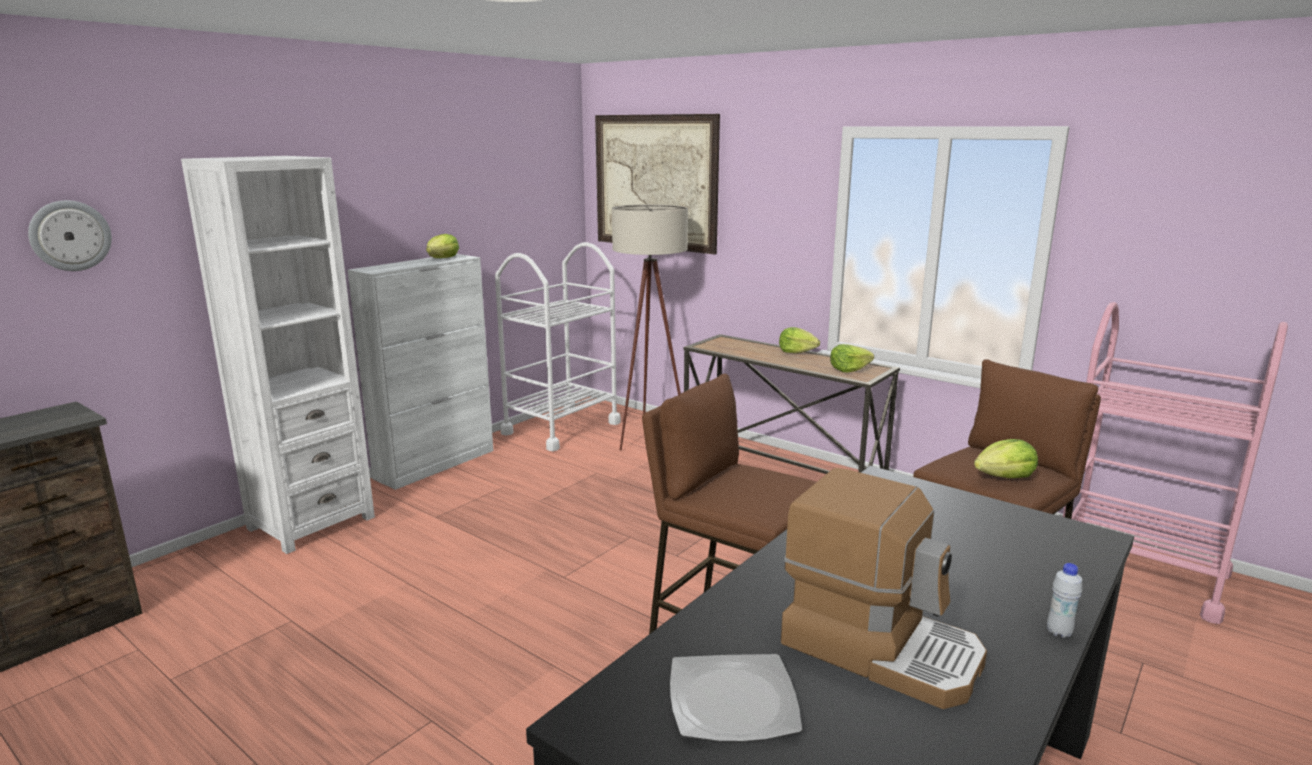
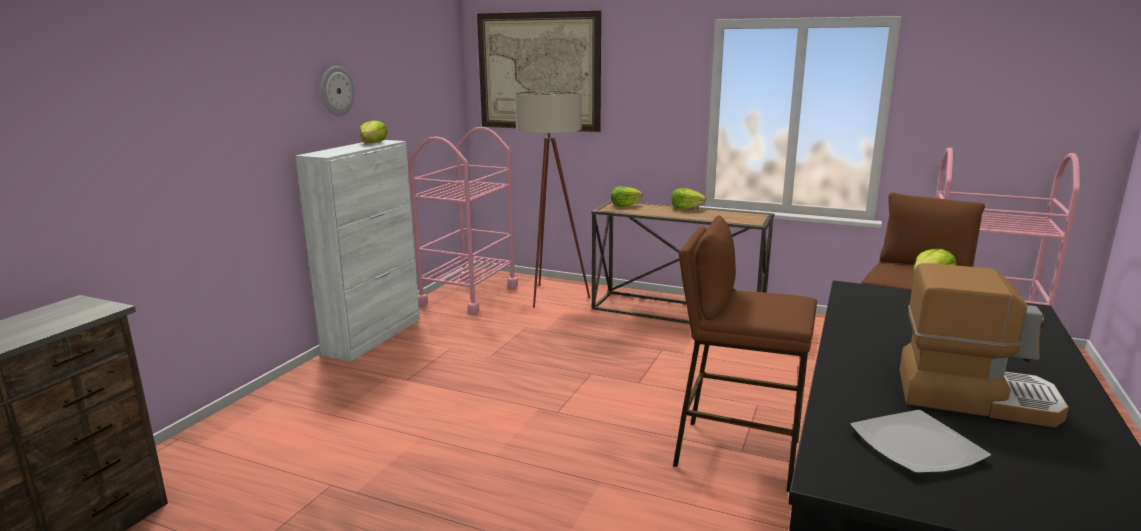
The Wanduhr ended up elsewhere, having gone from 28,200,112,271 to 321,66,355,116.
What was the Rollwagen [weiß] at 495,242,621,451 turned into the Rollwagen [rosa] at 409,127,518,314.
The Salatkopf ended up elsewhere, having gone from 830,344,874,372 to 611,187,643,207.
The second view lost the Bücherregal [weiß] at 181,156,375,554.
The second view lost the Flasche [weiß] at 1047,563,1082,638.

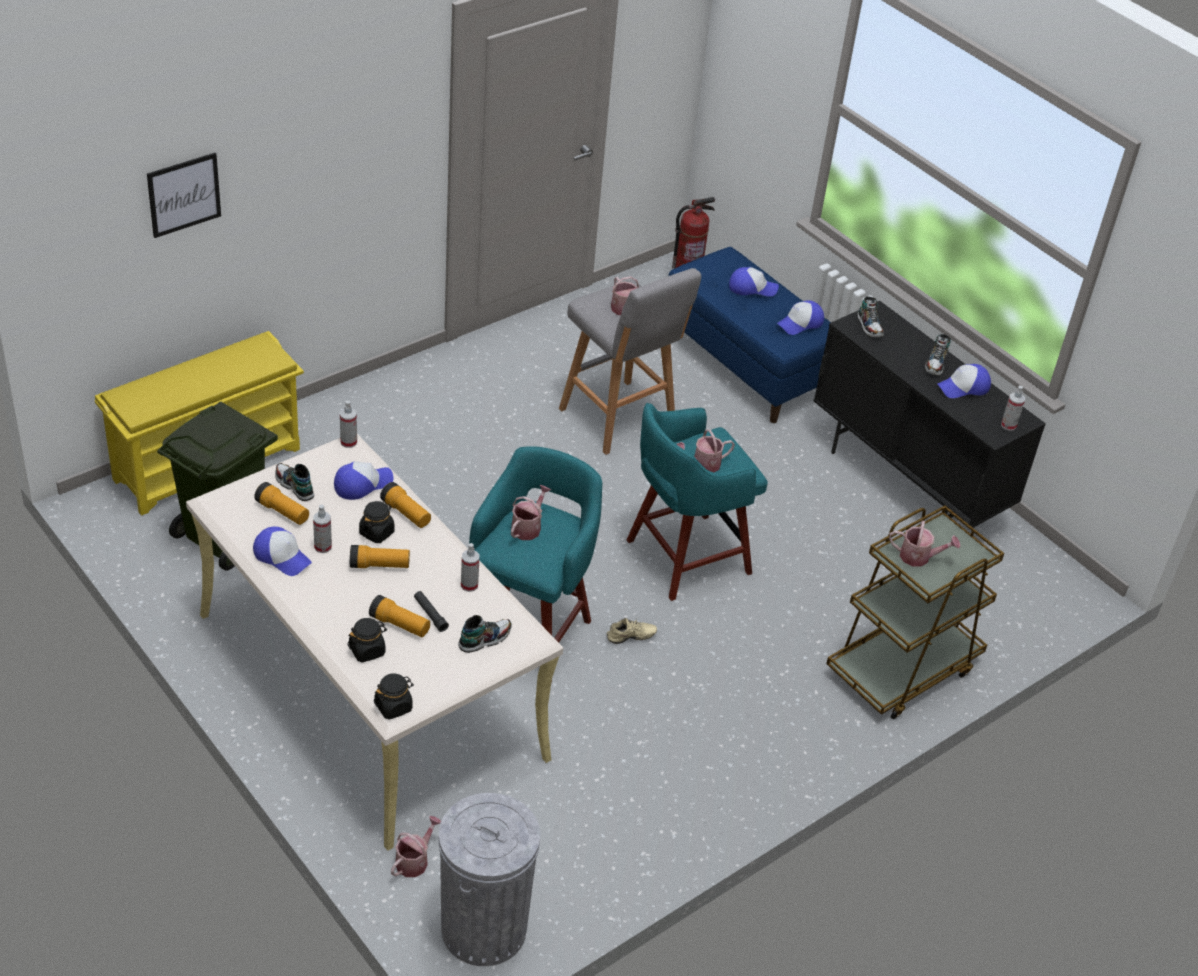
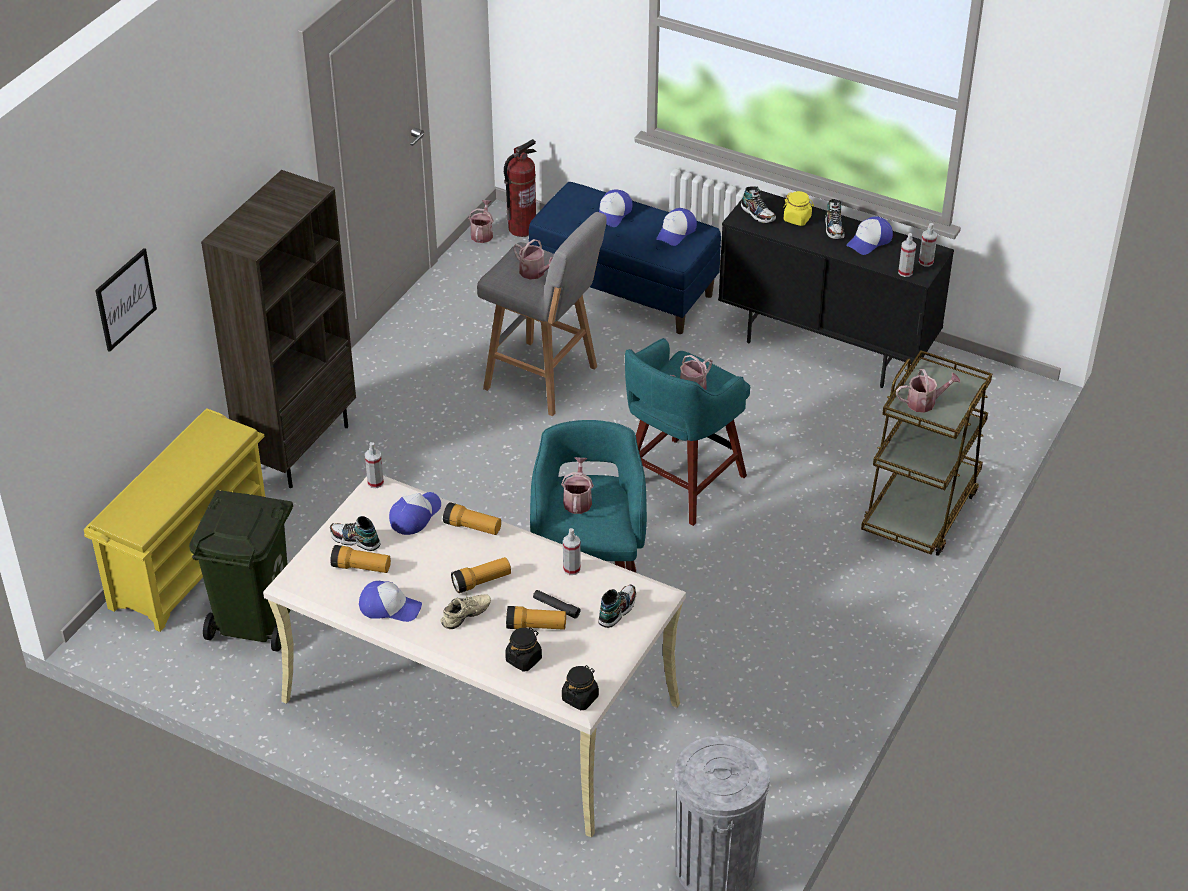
The second view gained the Bücherregal [braun] at 201,170,356,488.
The Schuh [beige] ended up elsewhere, having gone from 607,618,657,644 to 441,593,491,629.
The Gießkanne ended up elsewhere, having gone from 391,816,441,877 to 469,200,494,243.
The Kappe at 729,267,779,297 ended up facing another way, 135 degrees clockwise from before.
The second view gained the Vorratsglas [gelb] at 783,191,814,226.
The Sprühflasche ended up elsewhere, having gone from 313,505,332,553 to 898,233,916,277.
The second view lost the Vorratsglas [schwarz] at 359,501,394,543.

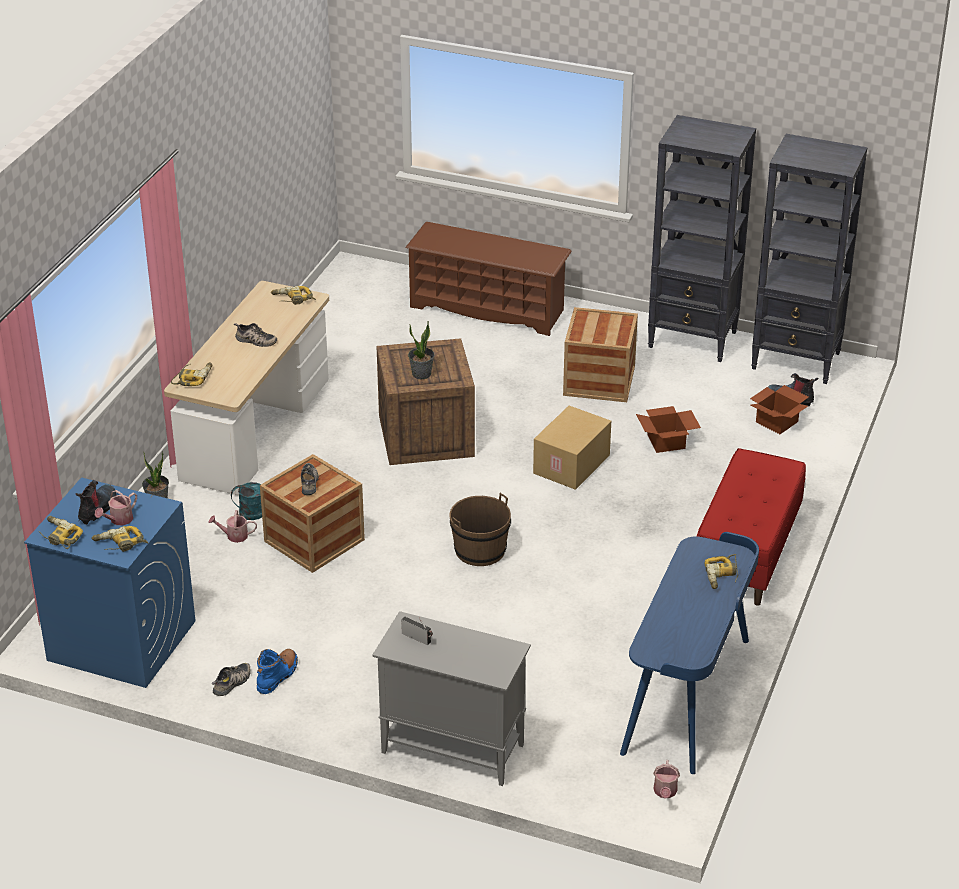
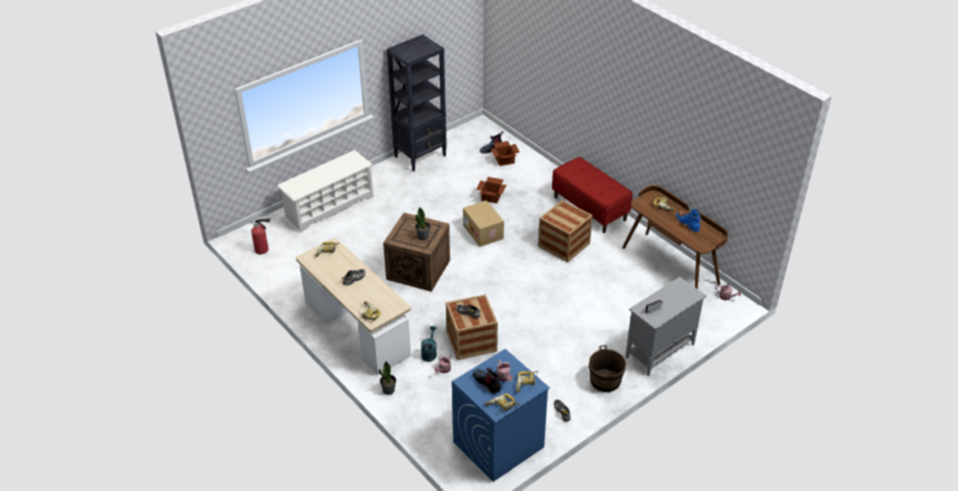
The second view gained the Feuerlöscher at 248,218,271,254.
What was the Schuhregal [braun] at 405,222,572,336 turned into the Schuhregal [weiß] at 277,150,374,233.
The Kiste ended up elsewhere, having gone from 563,307,638,402 to 538,200,593,263.
The Eimer [braun] ended up elsewhere, having gone from 450,493,511,566 to 589,345,626,392.
What was the Schreibtisch [blau] at 620,532,759,774 turned into the Schreibtisch [braun] at 622,185,728,289.
The Stiefel [blau] ended up elsewhere, having gone from 257,649,298,694 to 676,209,702,232.
The second view lost the Bücherregal [schwarz] at 751,134,867,384.

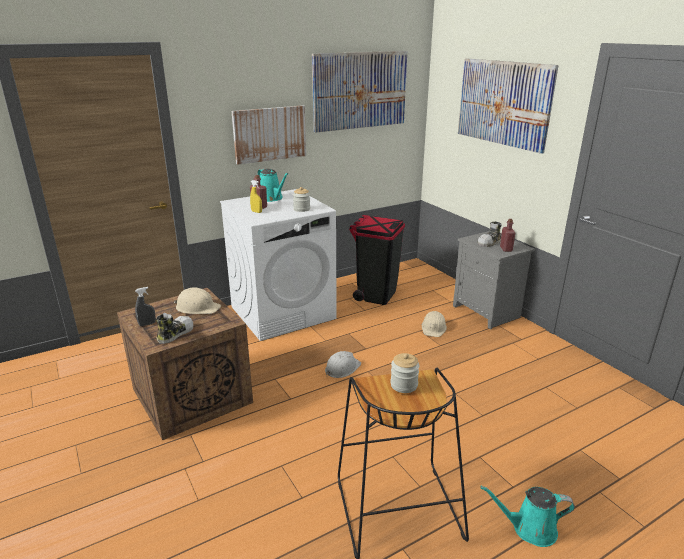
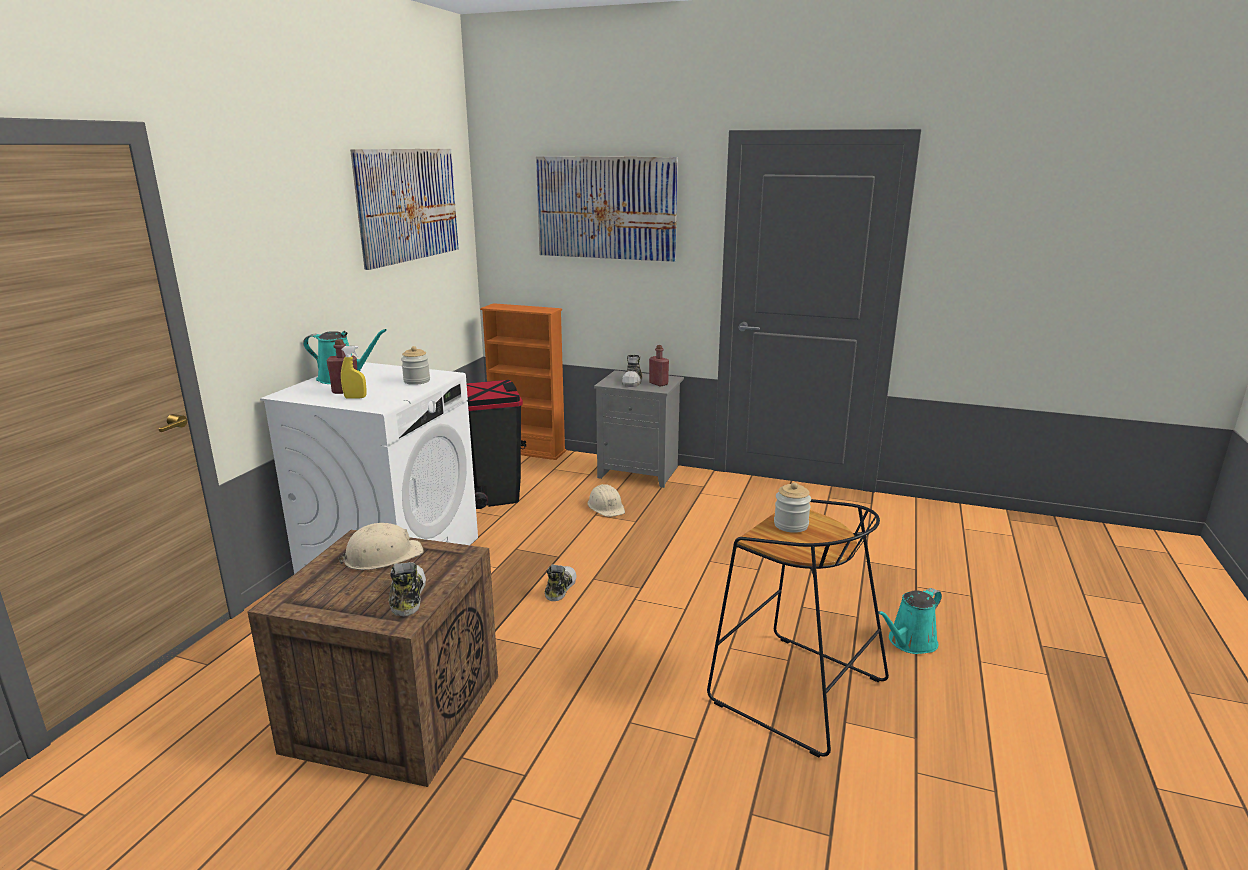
The second view gained the Bücherregal [orange] at 480,303,566,460.
Where the Schutzhelm [weiß] stood at 325,351,361,378, the Schuh came to stand at 545,564,577,601.
The second view lost the Sprühflasche [grau] at 135,287,156,326.
The second view lost the Bild at 232,105,306,165.

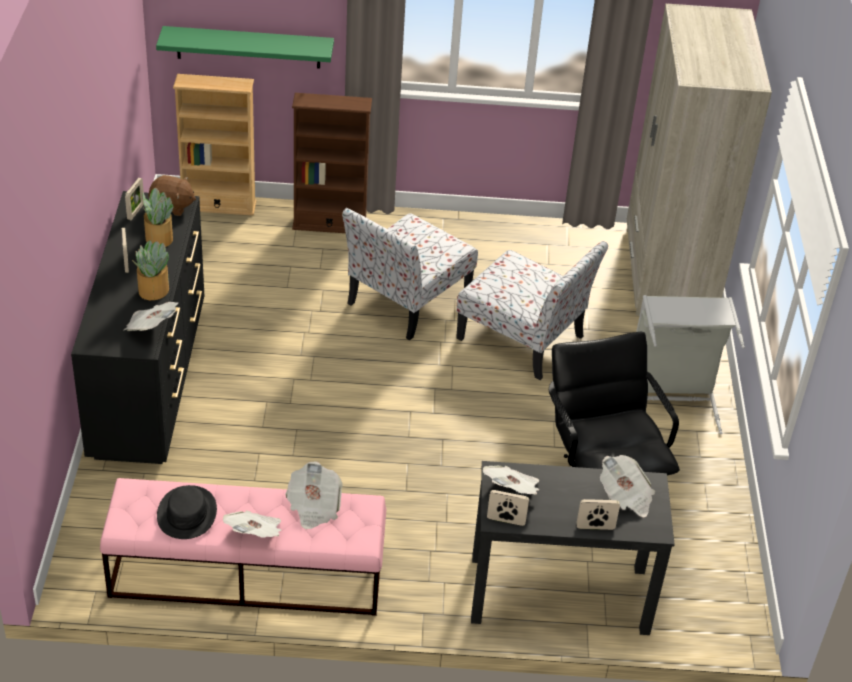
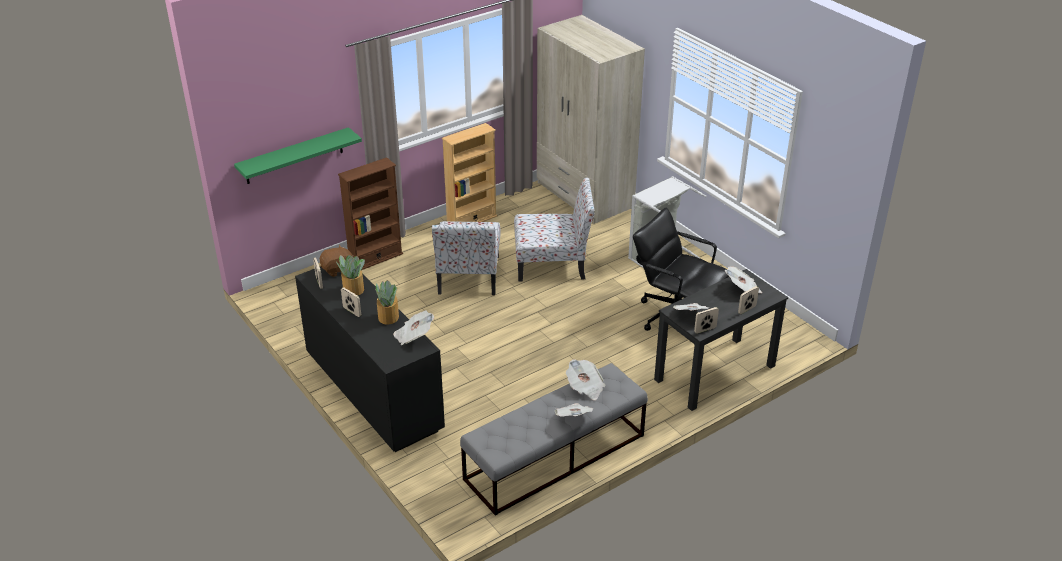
The Bücherregal [beige] ended up elsewhere, having gone from 173,74,257,216 to 442,123,497,222.
What was the Bank [rosa] at 100,478,386,616 turned into the Bank [grau] at 460,363,648,516.
The second view lost the Hut [schwarz] at 157,485,217,539.

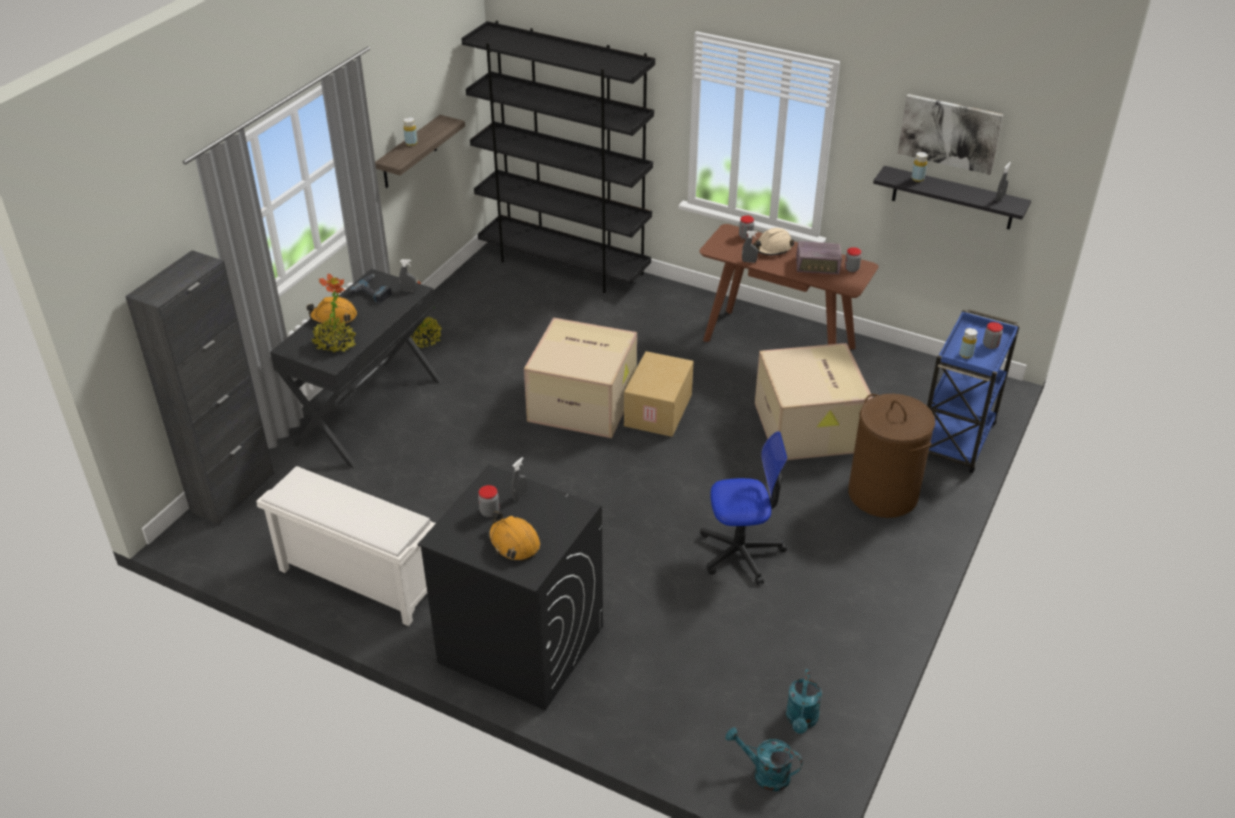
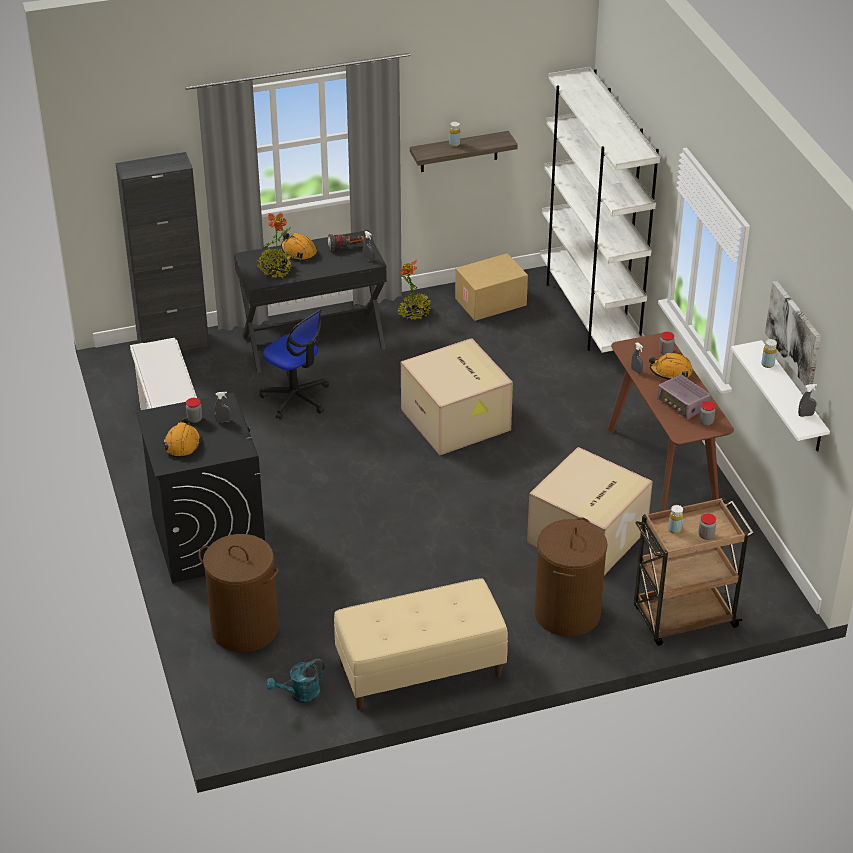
The second view gained the Wäschekorb [braun] at 199,534,279,652.
The Bürostuhl ended up elsewhere, having gone from 700,431,788,585 to 260,309,329,420.
Where the Bohrmaschine stood at 348,274,392,303, the Taschenlampe came to stand at 328,234,364,251.
The second view gained the Bank [beige] at 334,578,508,710.
The Karton ended up elsewhere, having gone from 624,351,694,437 to 455,253,528,321.
What was the Bücherregal [schwarz] at 461,21,655,293 turned into the Bücherregal [weiß] at 540,67,660,353.
What was the Rollwagen [blau] at 927,309,1020,473 turned into the Rollwagen [braun] at 634,497,754,646.
What was the Schutzhelm [beige] at 753,228,794,255 turned into the Schutzhelm [orange] at 649,353,693,380.
What was the Wandregal [schwarz] at 873,166,1031,230 turned into the Wandregal [weiß] at 731,340,830,452.
The second view lost the Gießkanne [türkis] at 725,727,803,791.

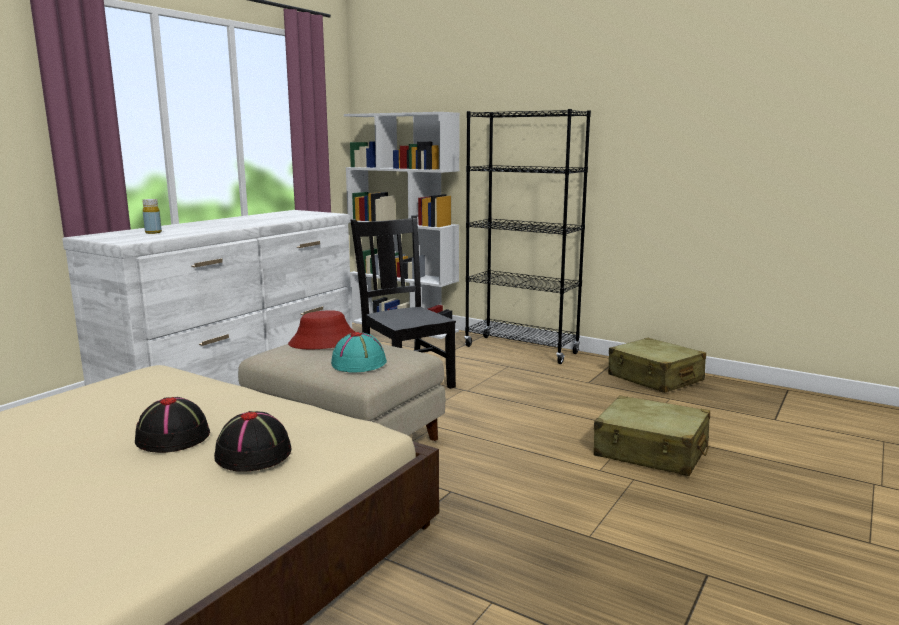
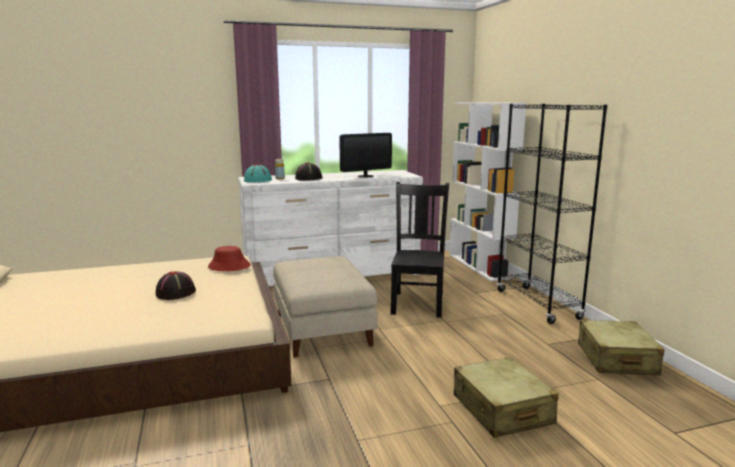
The Hut [rot] ended up elsewhere, having gone from 288,310,355,349 to 208,246,251,271.
The Hut [türkis] ended up elsewhere, having gone from 331,332,387,372 to 244,164,272,182.
The Hut [schwarz] ended up elsewhere, having gone from 214,411,291,472 to 295,163,323,181.
The second view gained the Monitor at 339,133,392,178.

